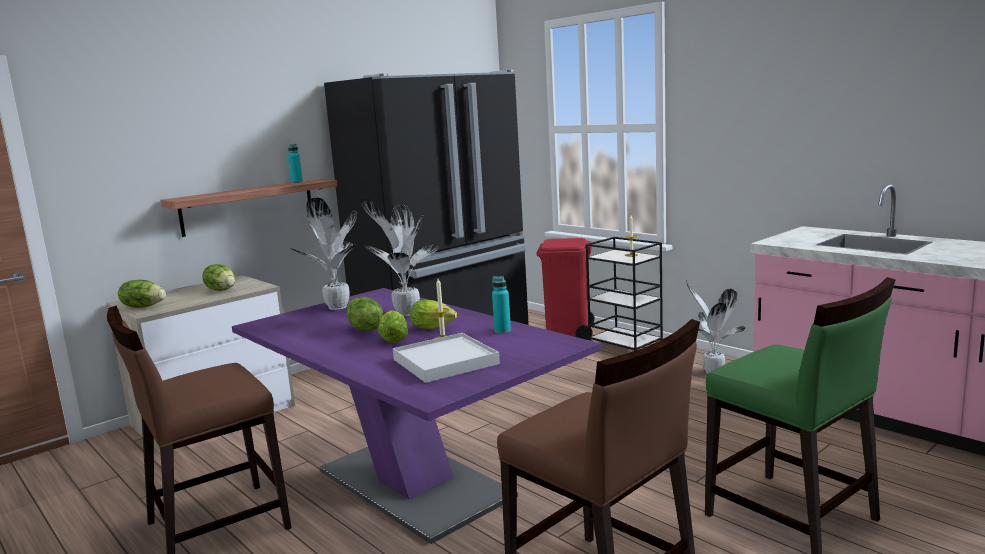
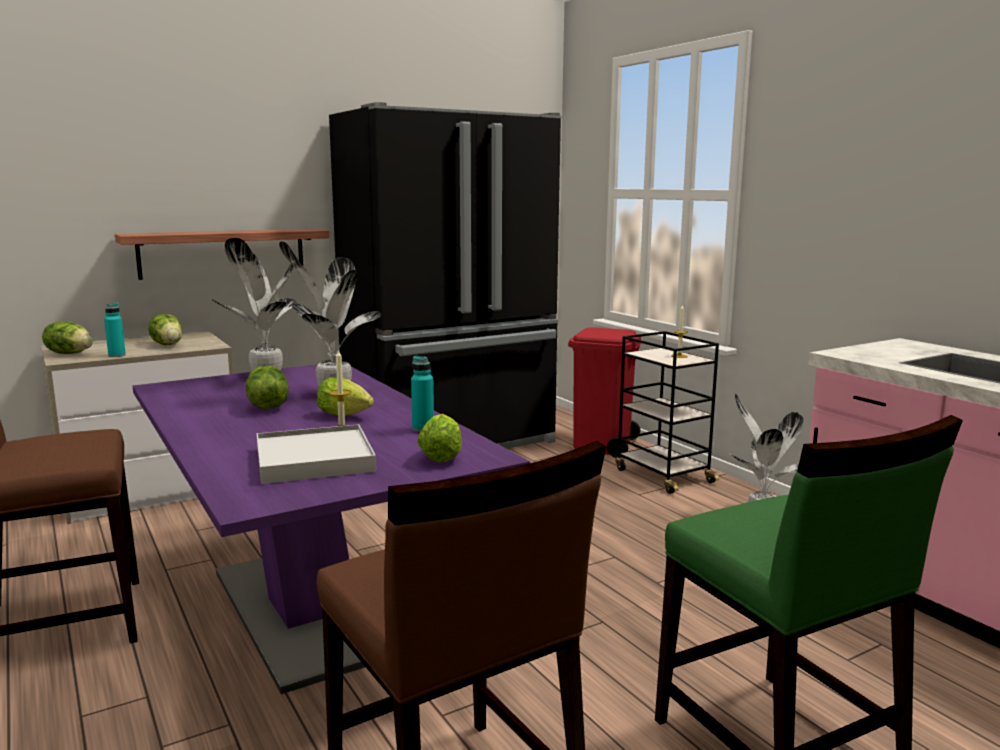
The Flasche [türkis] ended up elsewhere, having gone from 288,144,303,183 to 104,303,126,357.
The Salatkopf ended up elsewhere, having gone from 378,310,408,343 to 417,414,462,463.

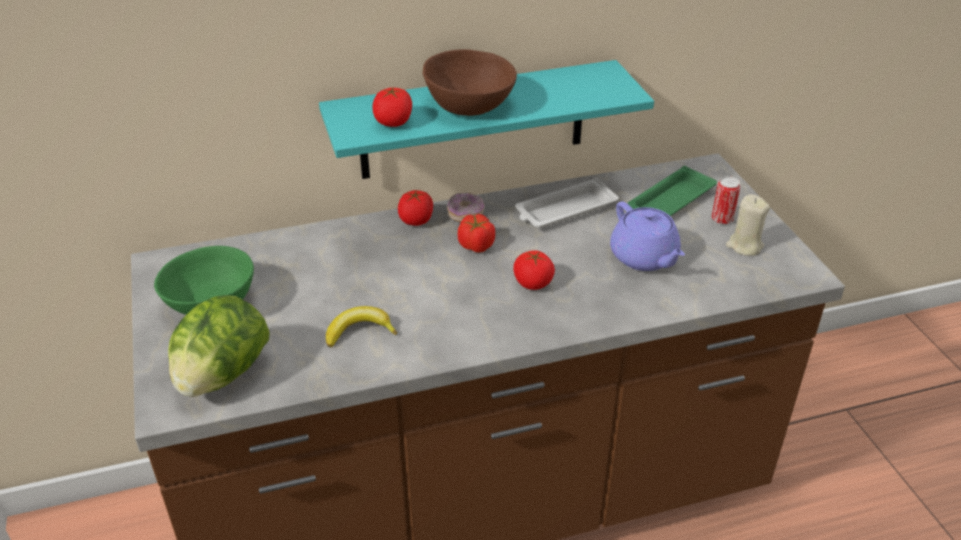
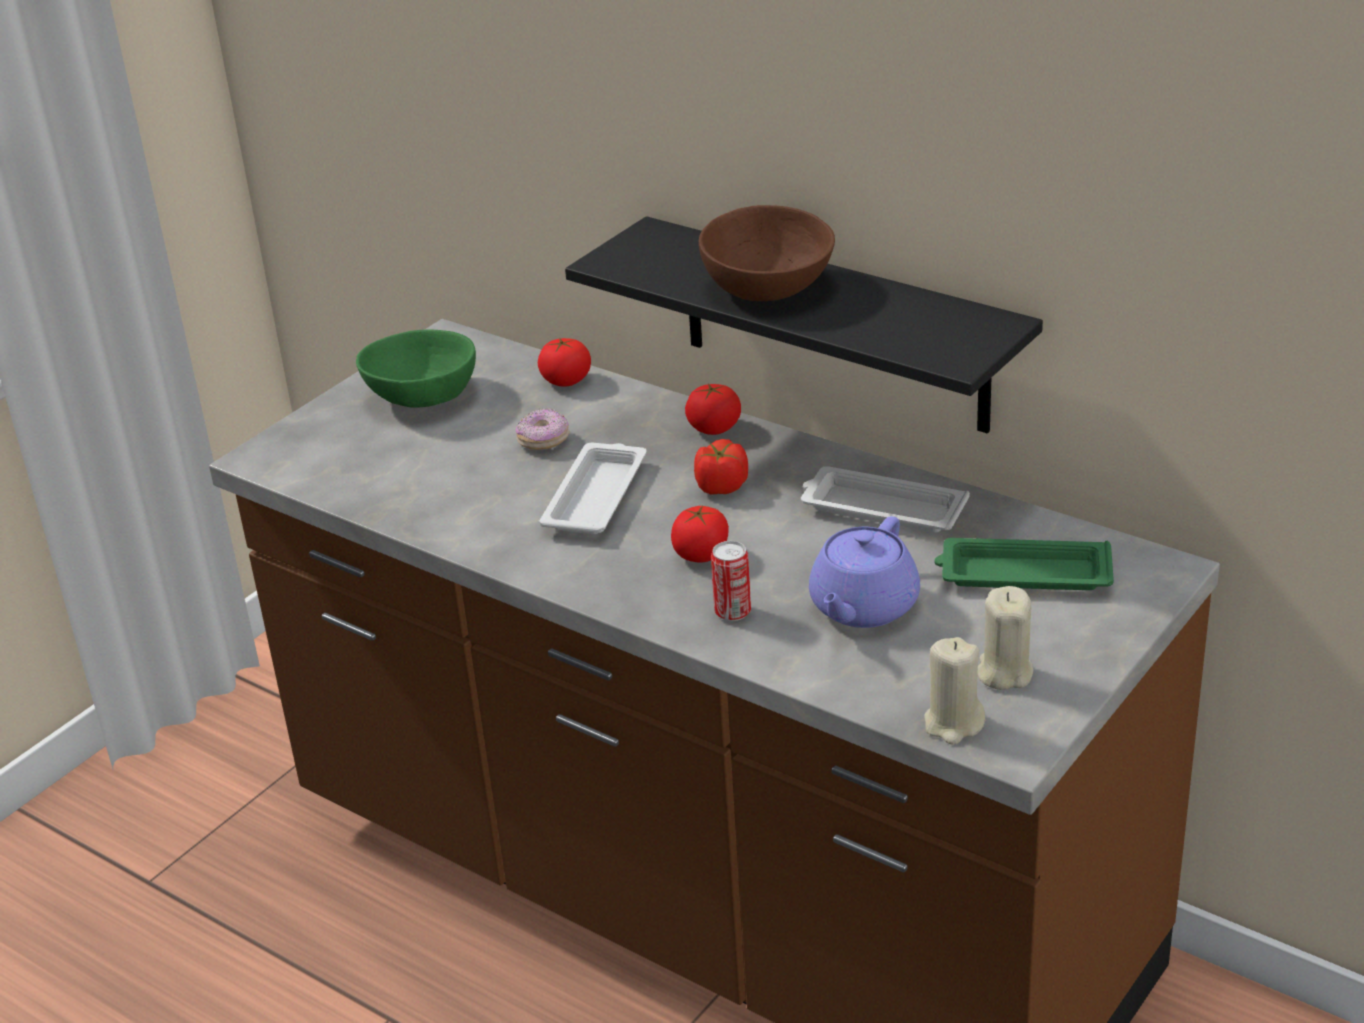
The Donut ended up elsewhere, having gone from 447,193,484,222 to 516,408,570,450.
The Tomate ended up elsewhere, having gone from 372,87,412,127 to 538,337,591,387.
The second view gained the Tablett [weiß] at 539,443,647,534.
What was the Wandregal [türkis] at 319,60,654,179 turned into the Wandregal [schwarz] at 565,216,1043,434.
The Dose ended up elsewhere, having gone from 712,176,741,225 to 711,541,751,621.
The second view gained the Kerze [beige] at 924,637,985,745.
The second view lost the Salatkopf at 168,295,270,397.
The second view lost the Banane at 326,306,397,347.

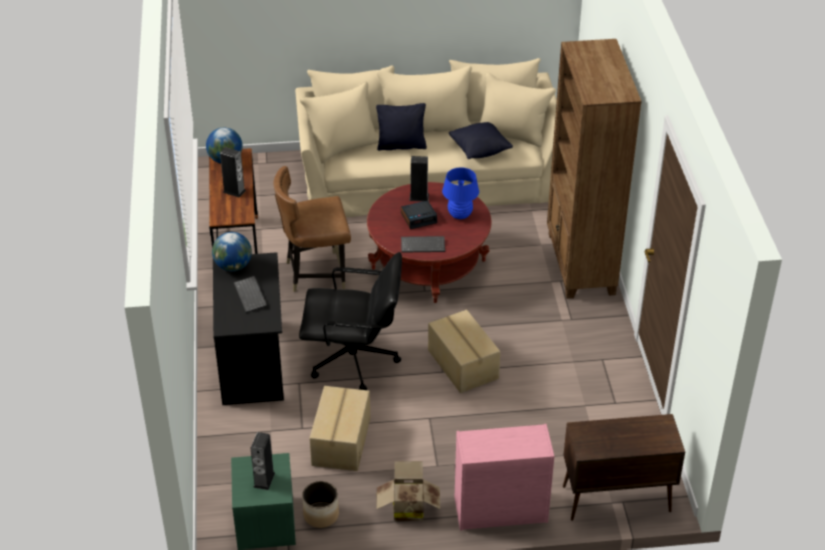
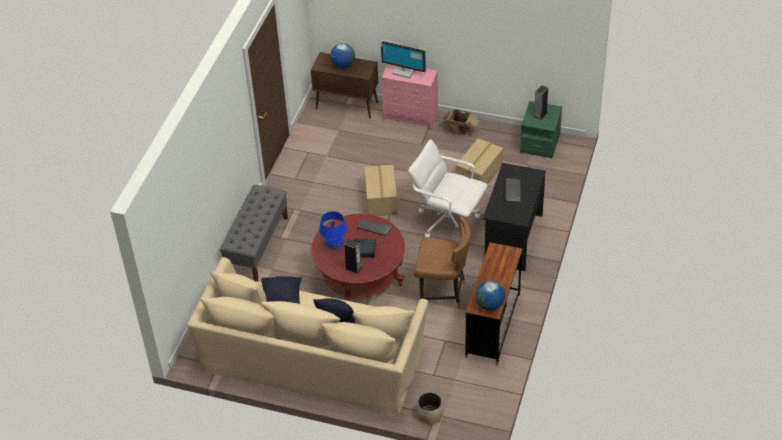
Where the Bücherregal [braun] stood at 547,39,642,299, the Bank [grau] came to stand at 220,185,288,282.
The Globus ended up elsewhere, having gone from 212,232,252,271 to 330,43,355,68.
The second view gained the Monitor at 381,40,426,78.
What was the Bürostuhl [schwarz] at 299,252,402,390 turned into the Bürostuhl [weiß] at 408,139,488,238.
The Pflanzkübel ended up elsewhere, having gone from 302,481,339,528 to 418,392,442,424.
The second view lost the Lautsprecher at 220,147,246,198.

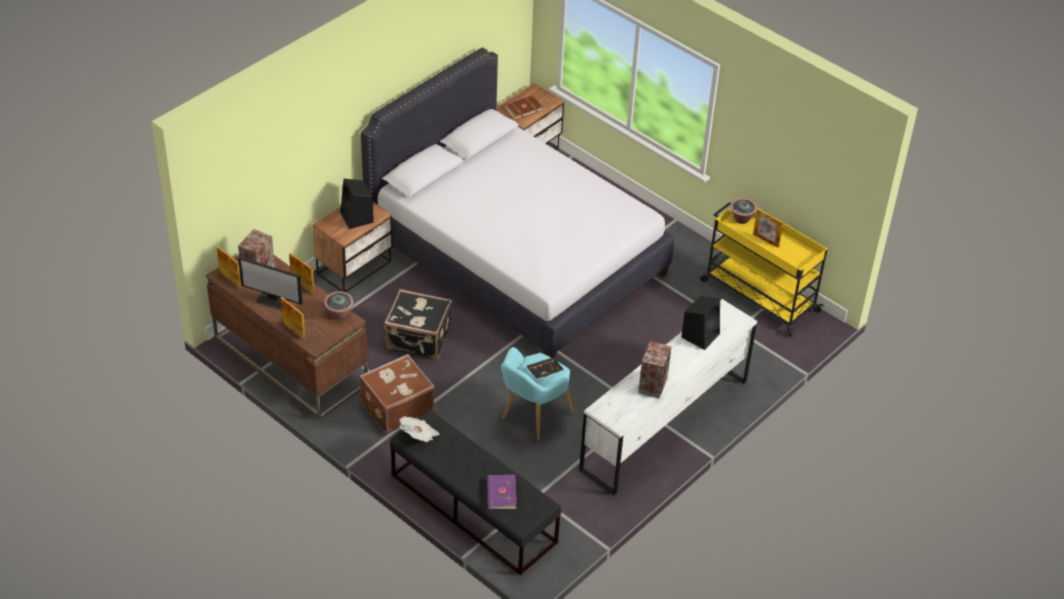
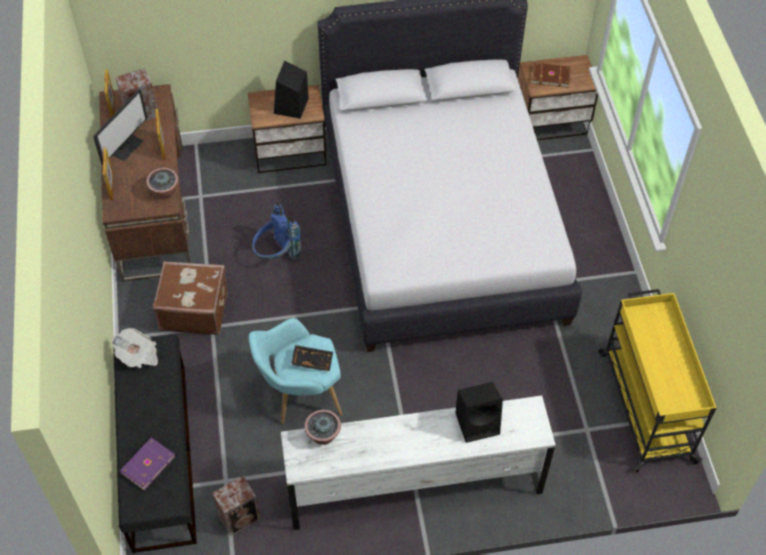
The Monitor at 238,257,303,310 ended up facing another way, 120 degrees counterclockwise from before.
The Lautsprecher ended up elsewhere, having gone from 638,341,671,399 to 212,476,261,536.
Where the Koffer [schwarz] stood at 384,289,452,359, the Rucksack [blau] came to stand at 252,203,302,259.
The Topfpflanze ended up elsewhere, having gone from 730,198,757,224 to 304,410,341,445.
The second view lost the Bilderrahmen at 753,209,784,248.

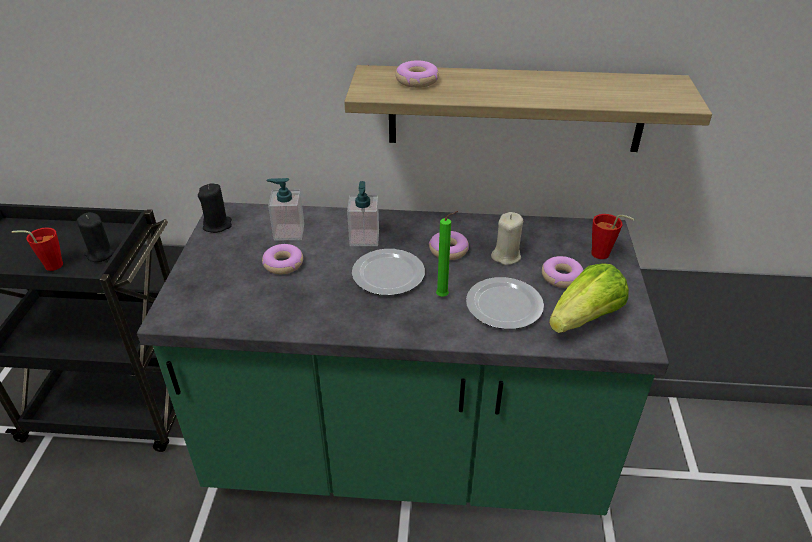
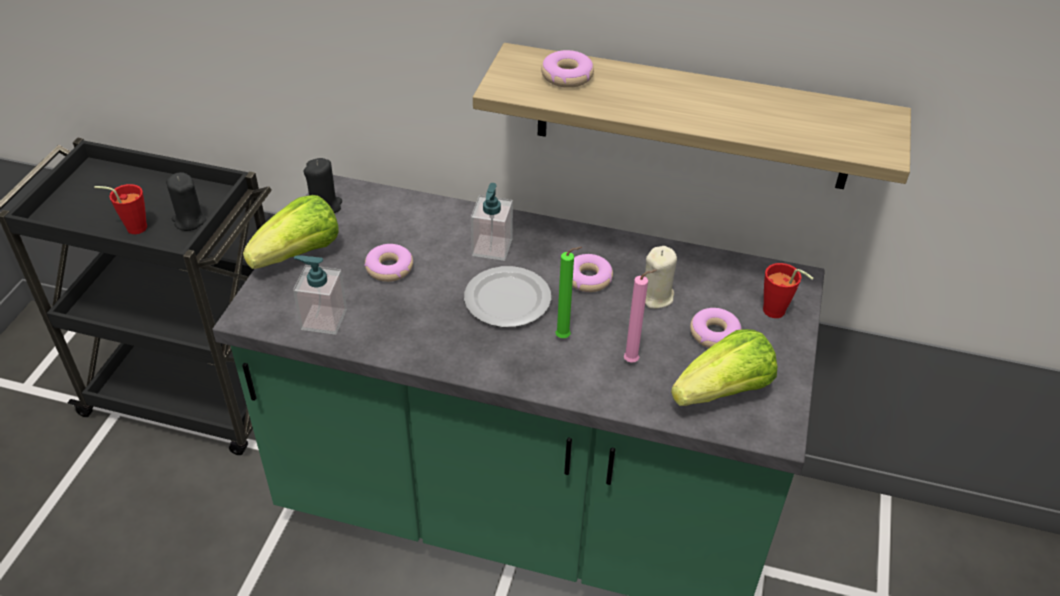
The second view gained the Salatkopf at 243,195,339,269.
The Seifenspender ended up elsewhere, having gone from 267,178,304,241 to 293,255,347,335.
Where the Teller stood at 466,277,544,329, the Kerze [rosa] came to stand at 624,270,657,363.

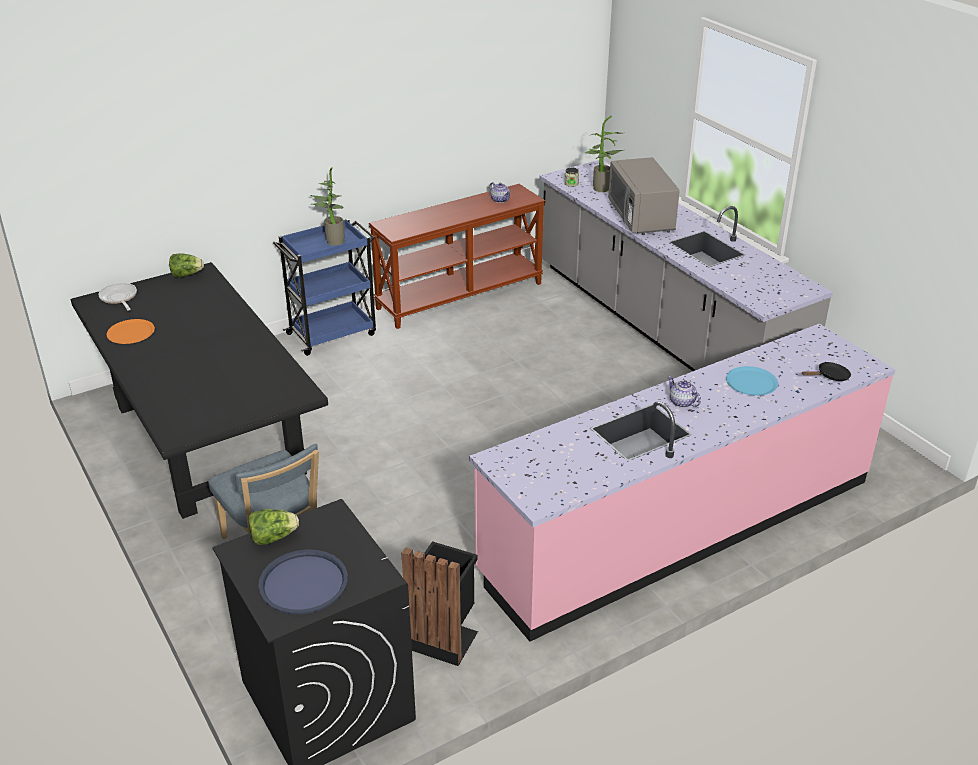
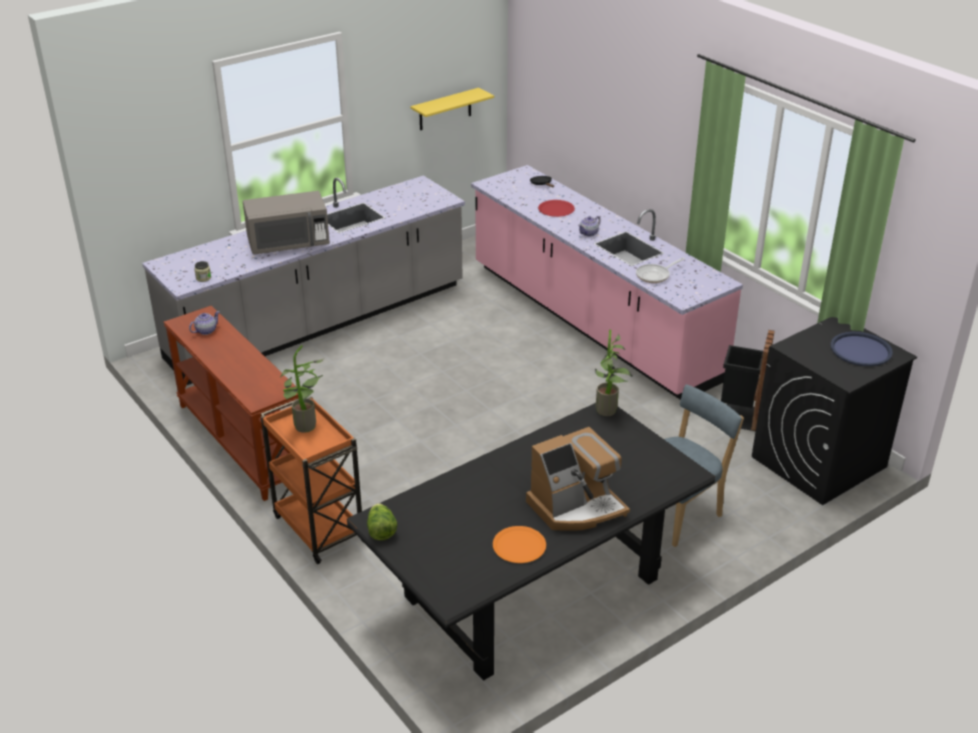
What was the Rollwagen [blau] at 273,219,376,356 turned into the Rollwagen [orange] at 261,396,363,564.
The second view gained the Wandregal [gelb] at 411,88,494,130.
The second view gained the Kaffeemaschine at 526,427,630,531.
What was the Teller [blau] at 726,366,778,396 turned into the Teller [rot] at 538,200,575,217.
The Topfpflanze ended up elsewhere, having gone from 585,116,625,192 to 595,330,633,416.
The Pfanne ended up elsewhere, having gone from 98,283,137,311 to 636,258,685,283.
The second view lost the Salatkopf at 248,509,299,545.

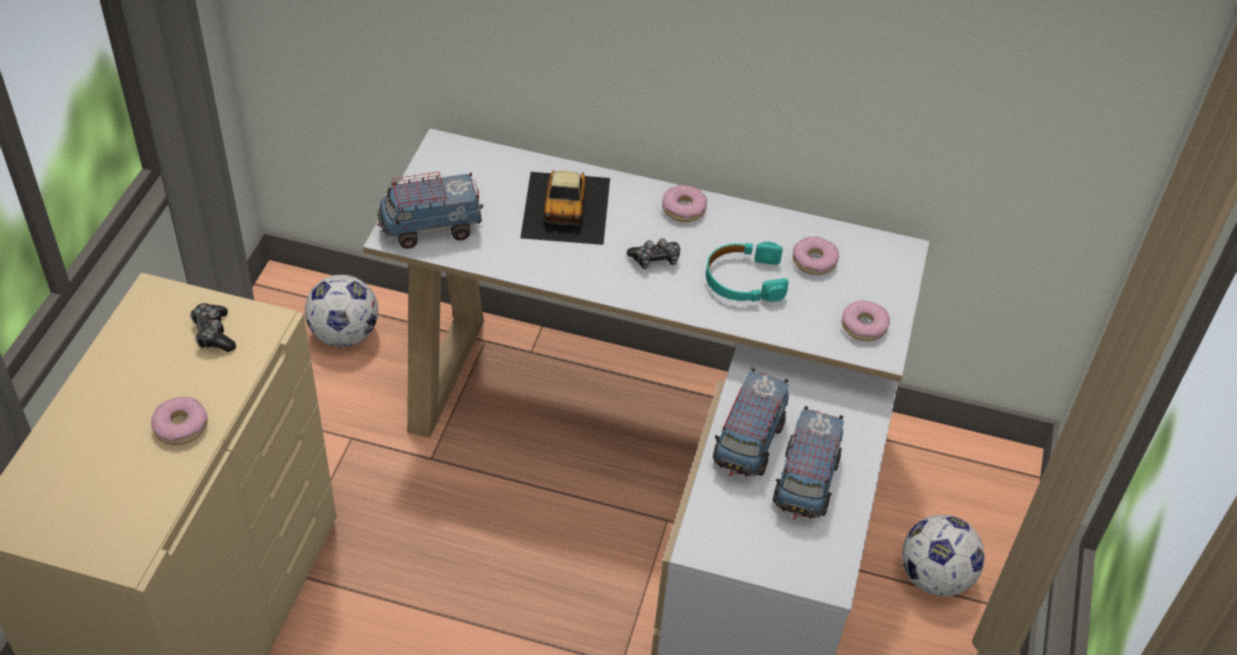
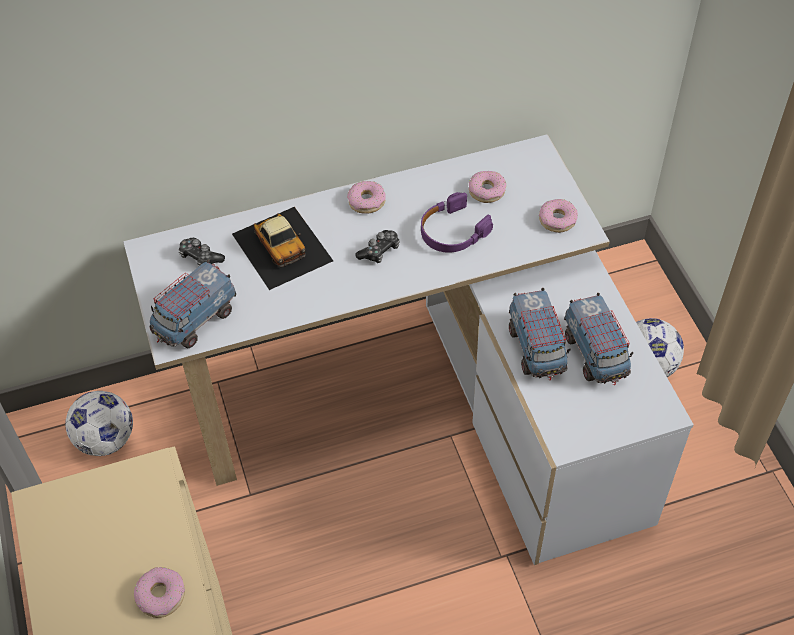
The Gamepad ended up elsewhere, having gone from 190,303,236,352 to 179,238,225,266.
What was the Kopfhörer [türkis] at 706,242,788,302 turned into the Kopfhörer [lila] at 421,192,493,253.

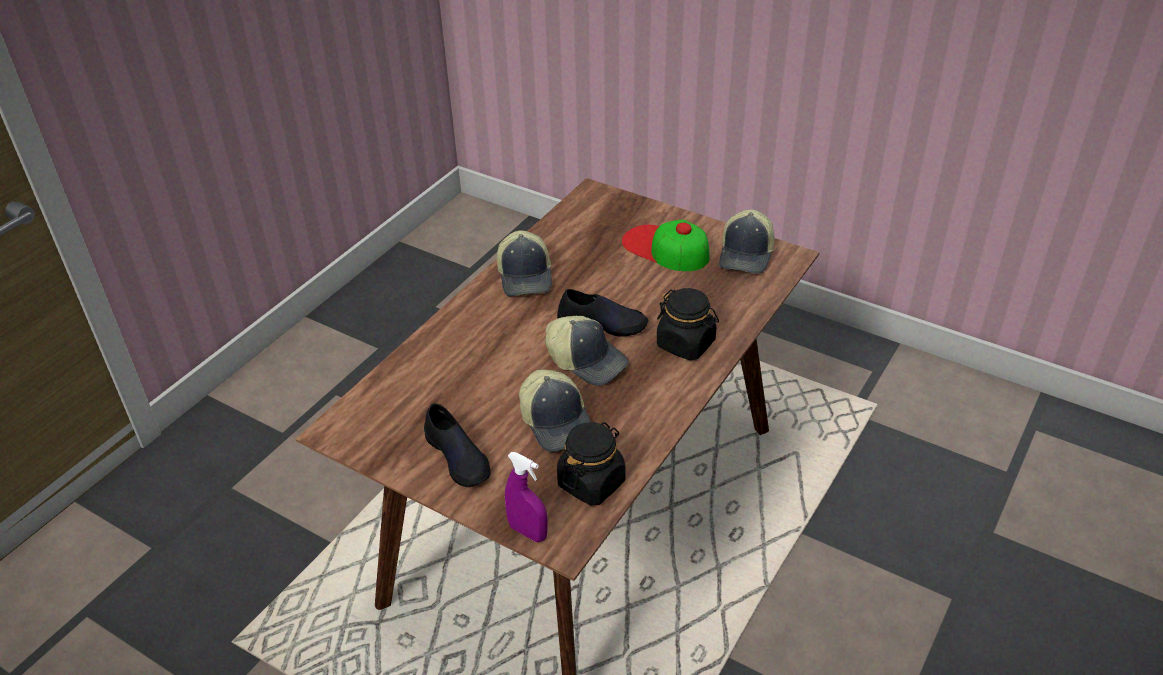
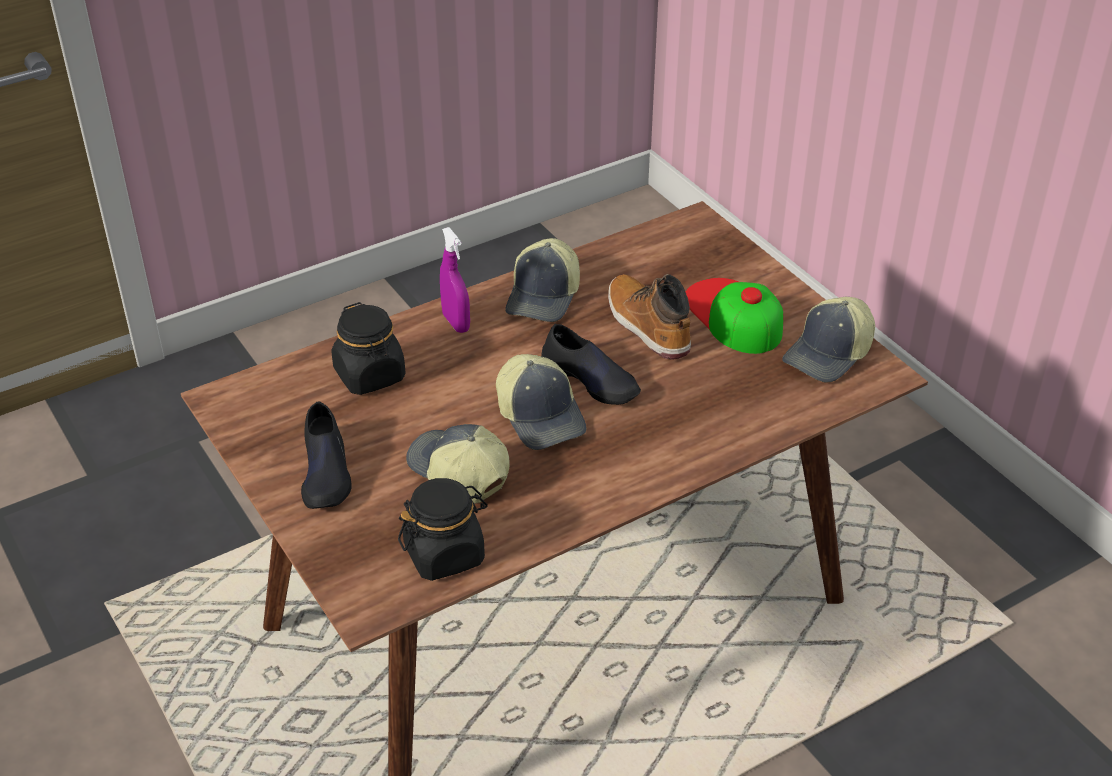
The Vorratsglas [schwarz] ended up elsewhere, having gone from 657,288,719,360 to 332,302,406,395.
The Kappe at 519,369,591,452 ended up facing another way, 135 degrees clockwise from before.
The Sprühflasche [lila] ended up elsewhere, having gone from 505,452,548,542 to 440,227,470,333.
The second view gained the Stiefel at 608,274,691,360.

